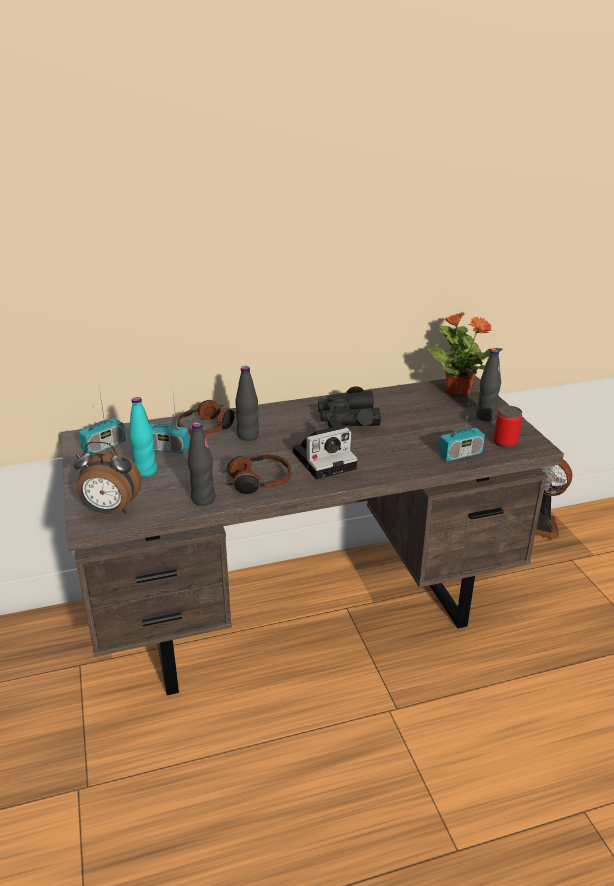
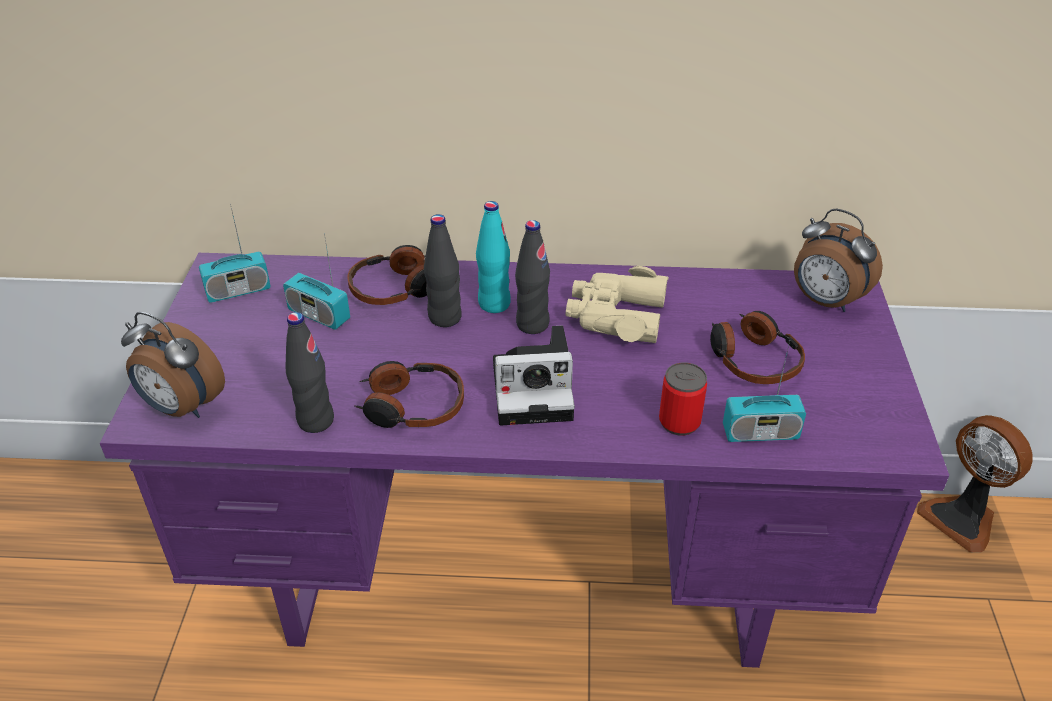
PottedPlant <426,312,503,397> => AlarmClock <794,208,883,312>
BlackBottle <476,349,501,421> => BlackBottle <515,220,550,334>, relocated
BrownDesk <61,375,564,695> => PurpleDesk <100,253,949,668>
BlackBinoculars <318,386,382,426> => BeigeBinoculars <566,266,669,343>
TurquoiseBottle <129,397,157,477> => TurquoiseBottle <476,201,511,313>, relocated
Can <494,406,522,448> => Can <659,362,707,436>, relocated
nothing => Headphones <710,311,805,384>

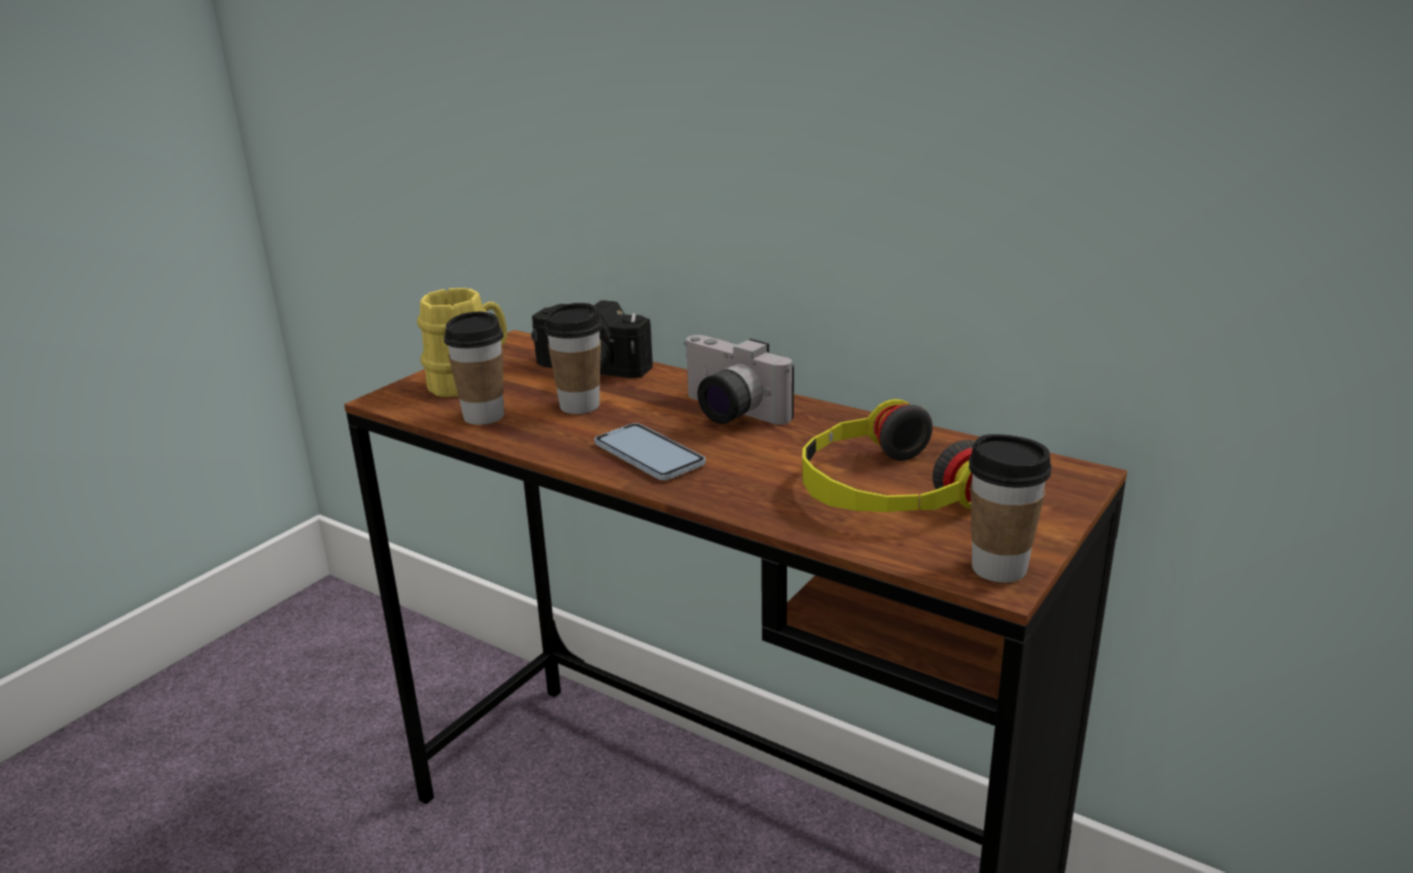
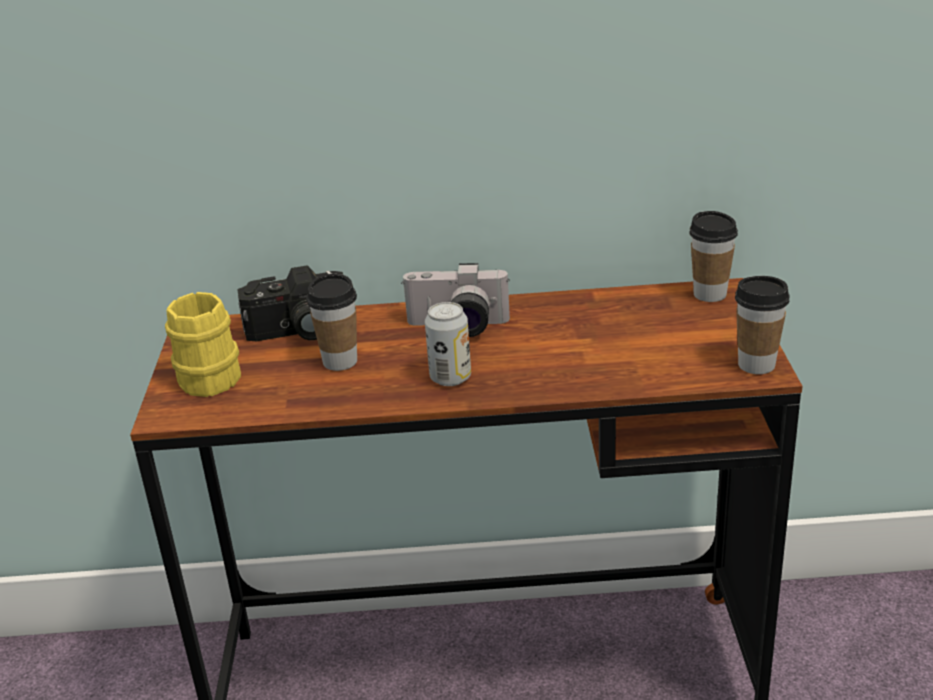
Cup <444,311,504,425> => Cup <689,211,738,302>, relocated
Headphones <802,399,975,512> => nothing
Phone <595,423,706,480> => Can <425,302,471,386>

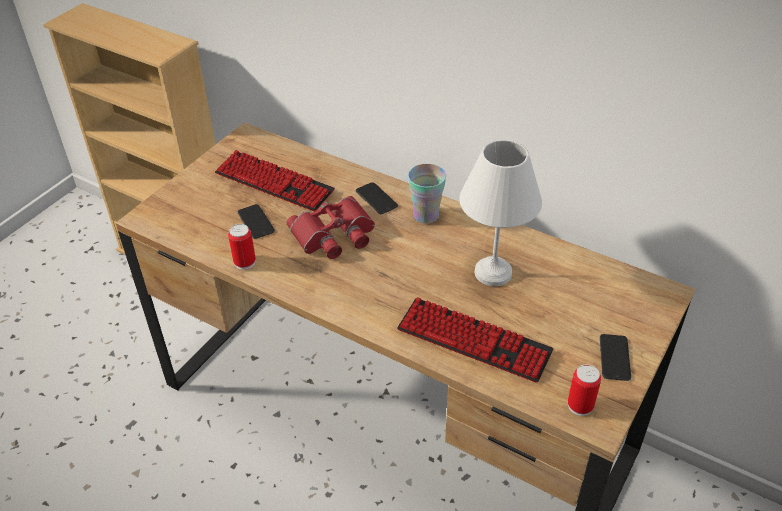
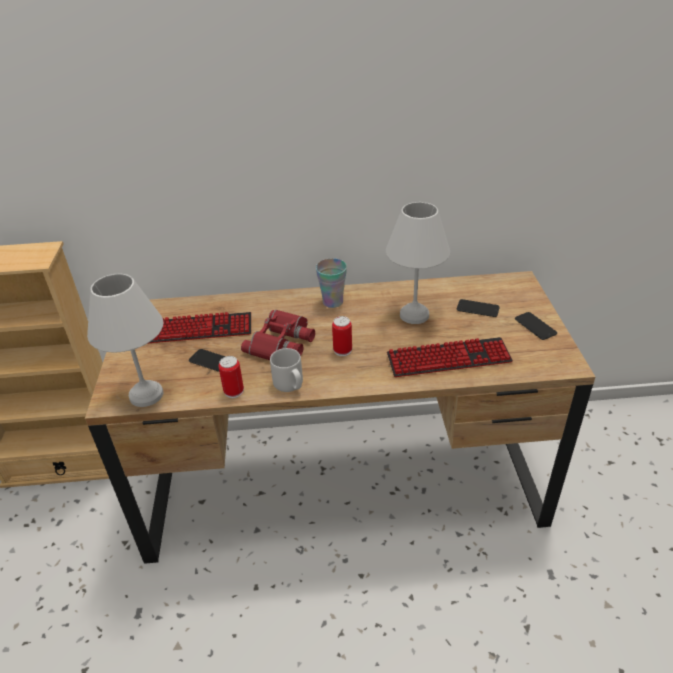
Phone <356,182,398,214> => Phone <457,299,500,317>, relocated
Can <568,364,601,416> => Can <332,316,352,356>, relocated
nothing => WhiteTableLamp <87,274,163,407>
nothing => GreyMug <270,348,303,392>

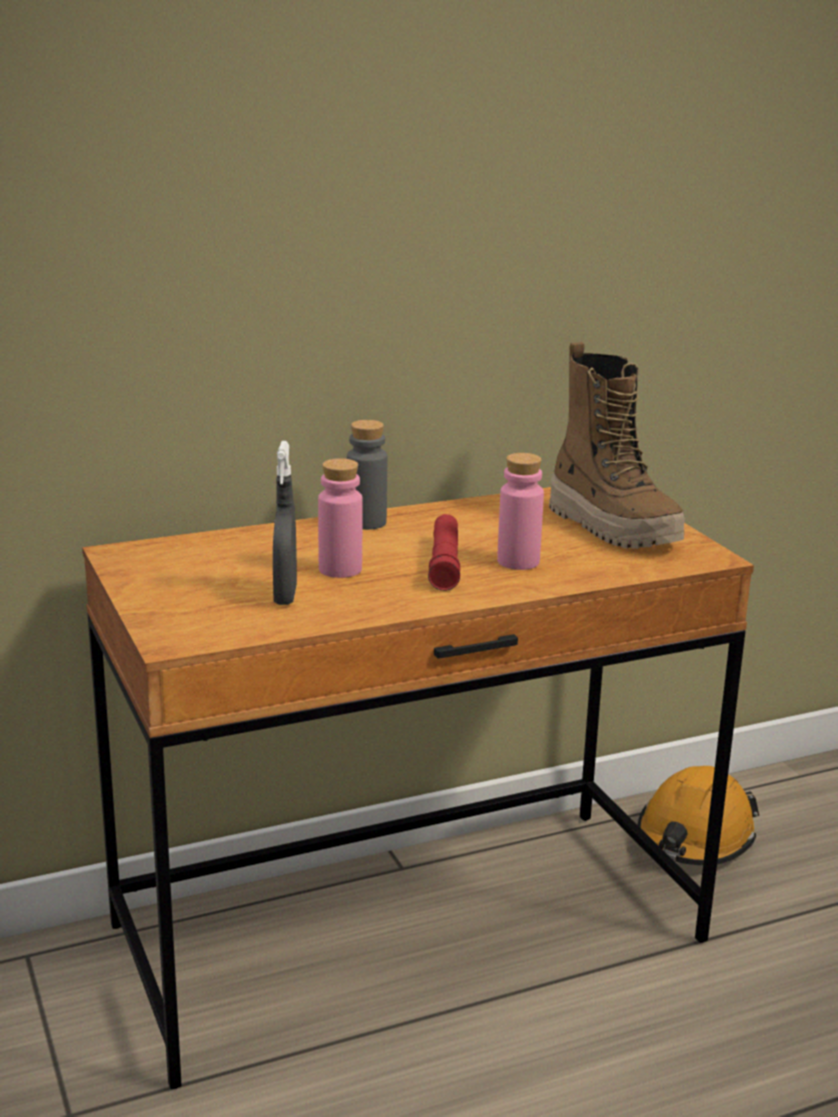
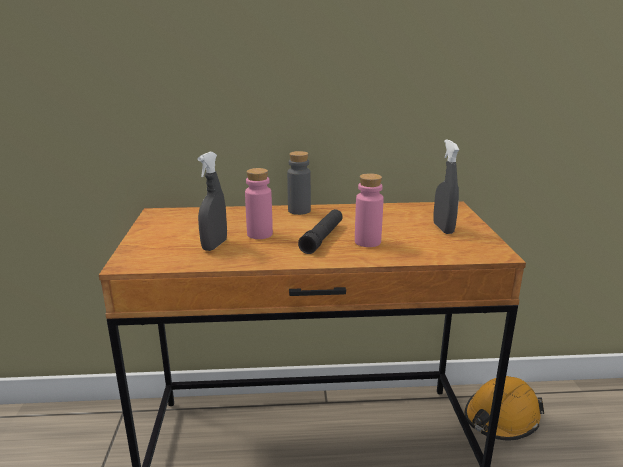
Boot <549,342,685,549> => GreySprayBottle <433,139,459,234>
RedFlashlight <428,514,460,591> => BlackFlashlight <298,209,343,254>

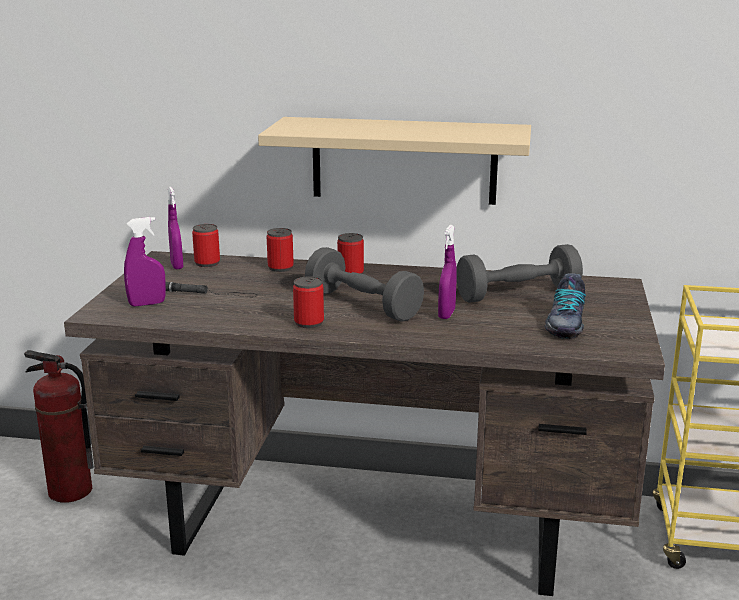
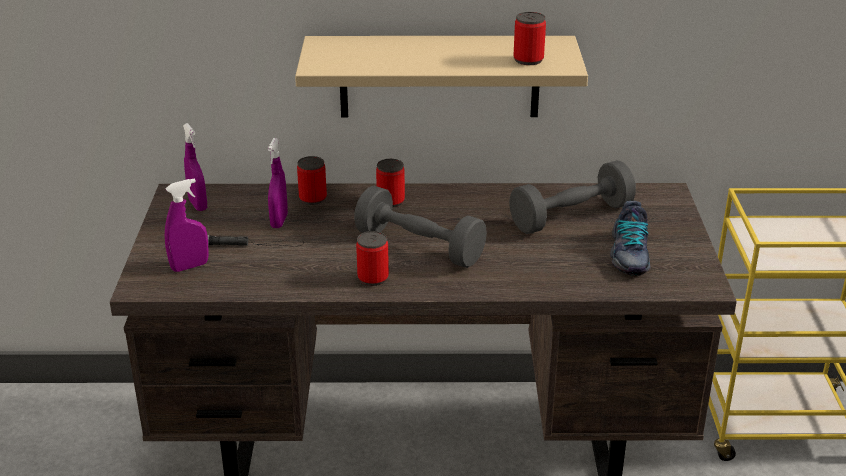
Can <192,224,220,267> => Can <513,12,546,65>, relocated
PurpleSprayBottle <438,225,457,319> => PurpleSprayBottle <268,138,288,228>, relocated
FireExtinguisher <24,350,94,503> => nothing

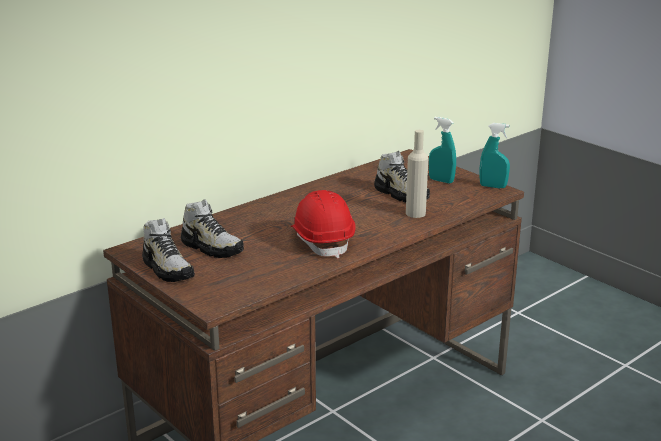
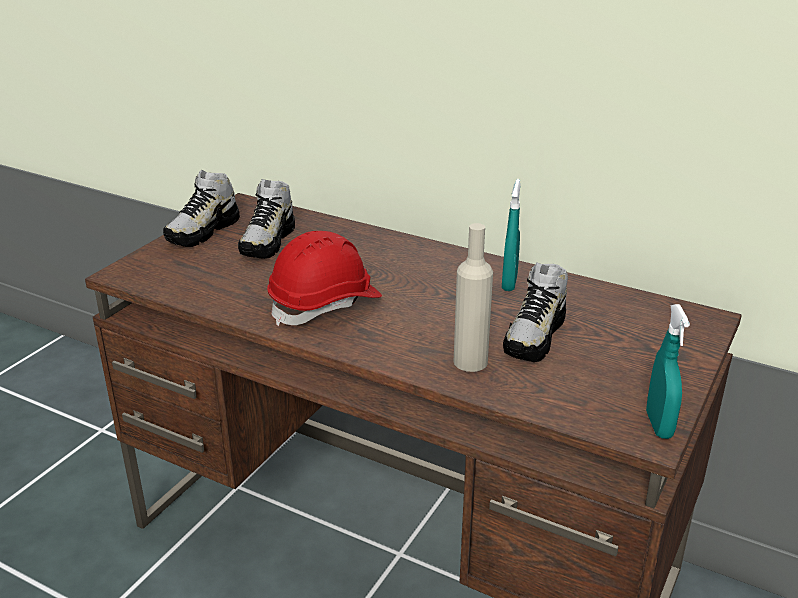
TurquoiseSprayBottle <429,117,456,184> => TurquoiseSprayBottle <502,179,521,291>, relocated

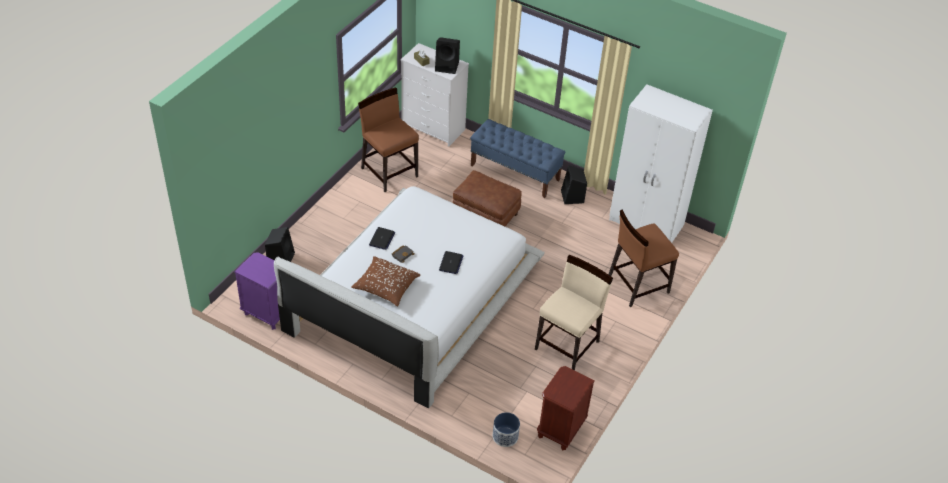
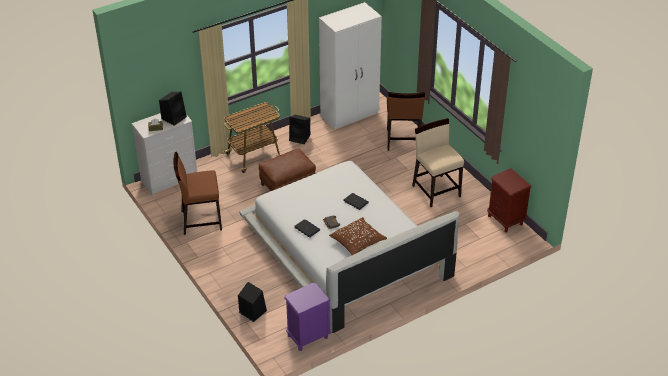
BlueBench <470,119,565,198> => Cart <224,102,280,173>
Planter <493,412,520,447> => nothing

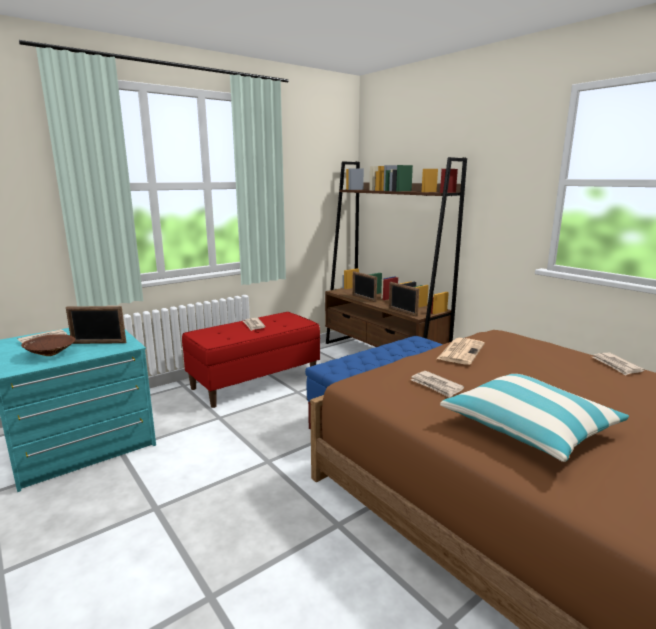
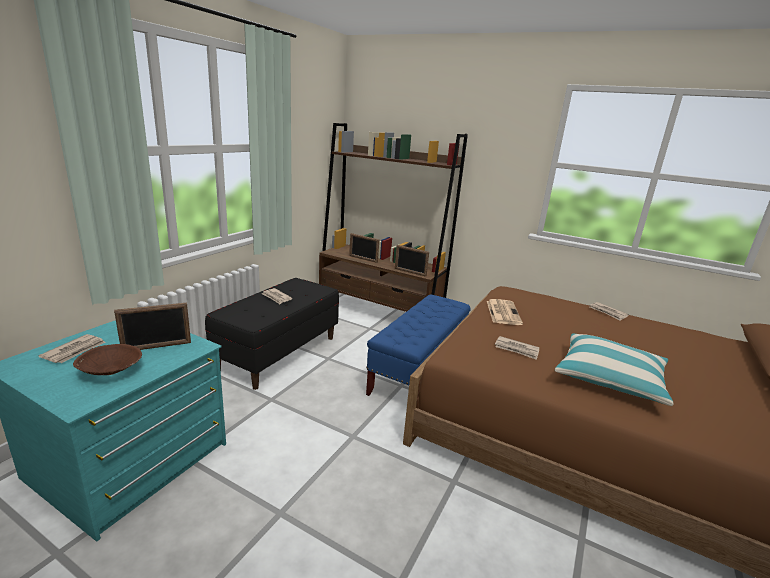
RedBench <182,312,320,408> => BlackBench <205,278,339,390>

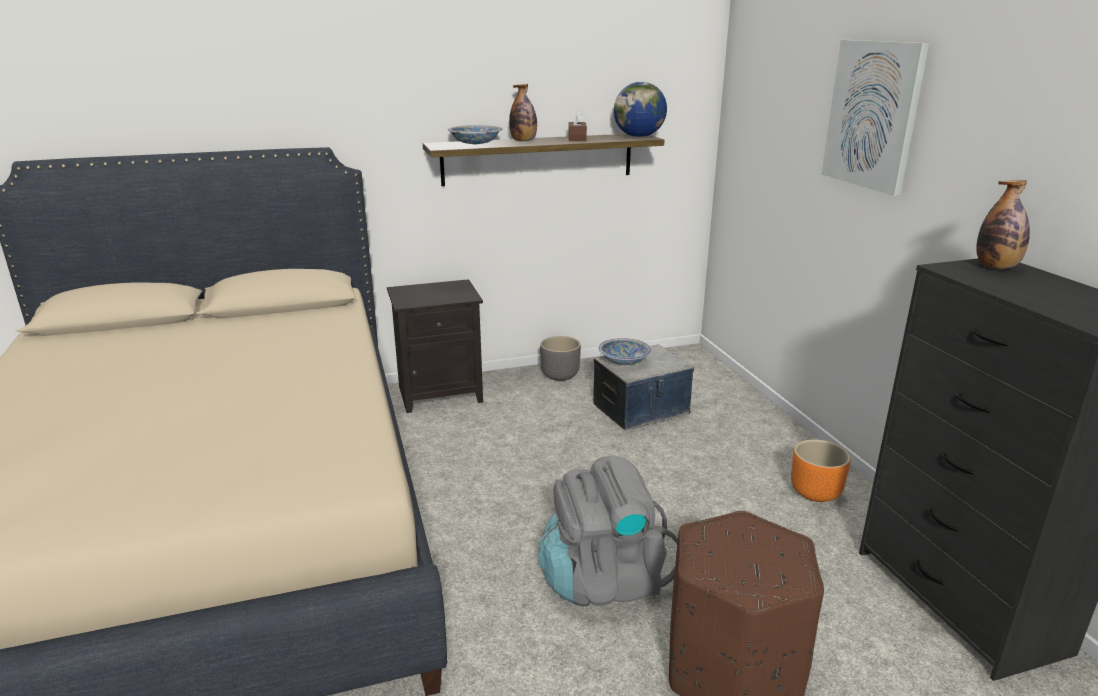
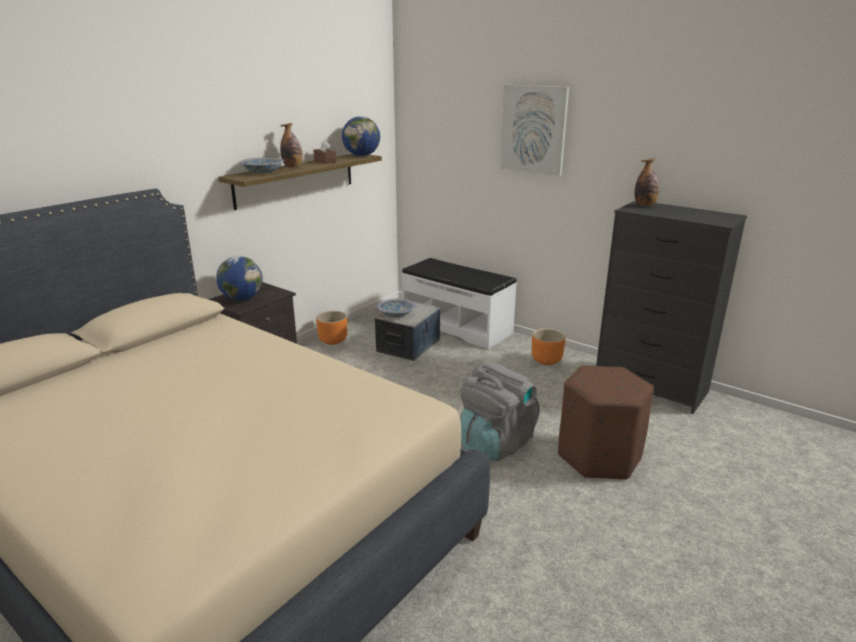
GreyPlanter <540,336,581,381> => OrangePlanter <316,311,347,345>
nothing => Globe <217,256,263,301>
nothing => WhiteBench <402,258,517,349>

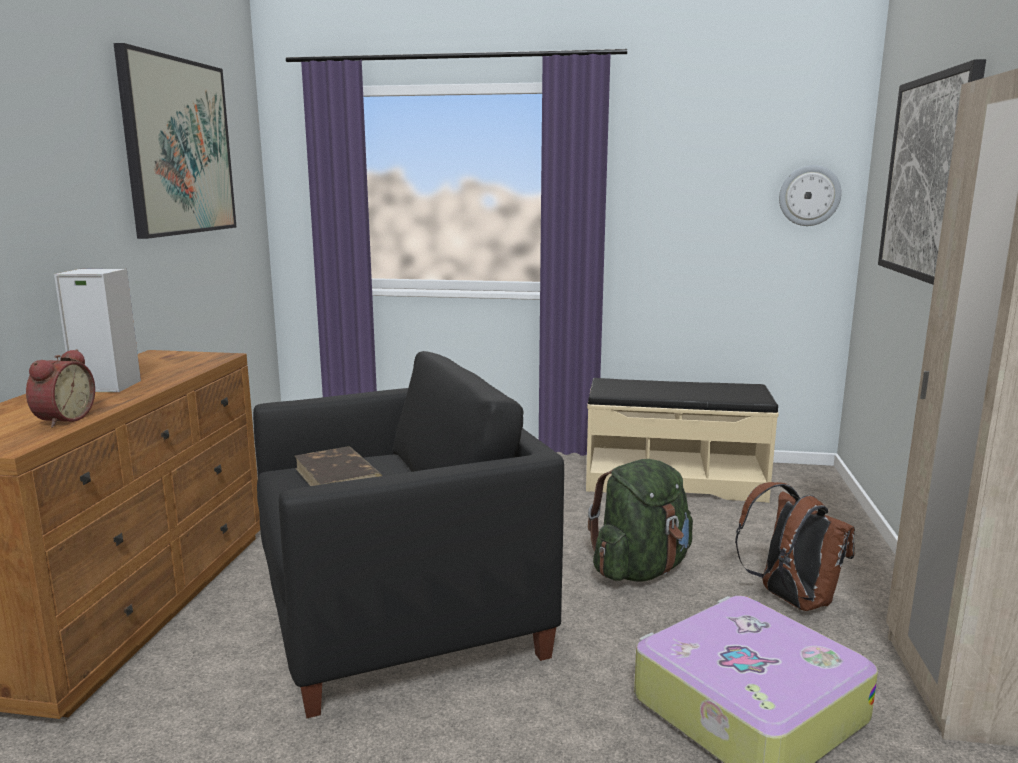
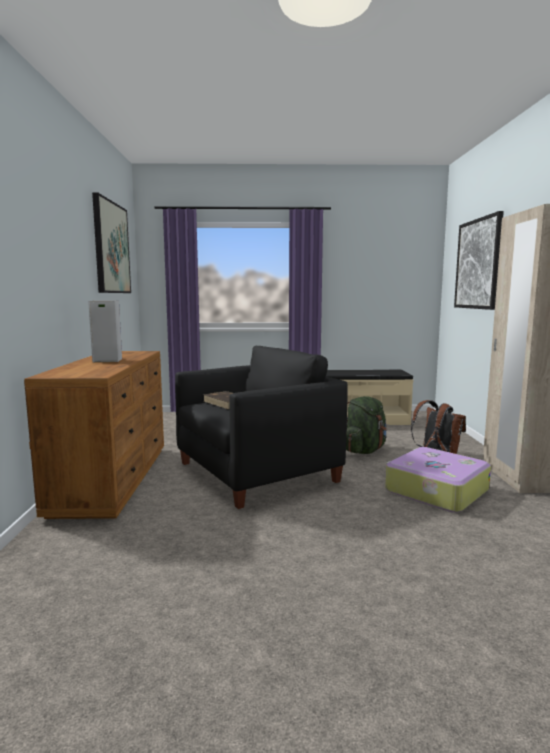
WallClock <779,165,842,226> => nothing
AlarmClock <26,349,95,428> => nothing

